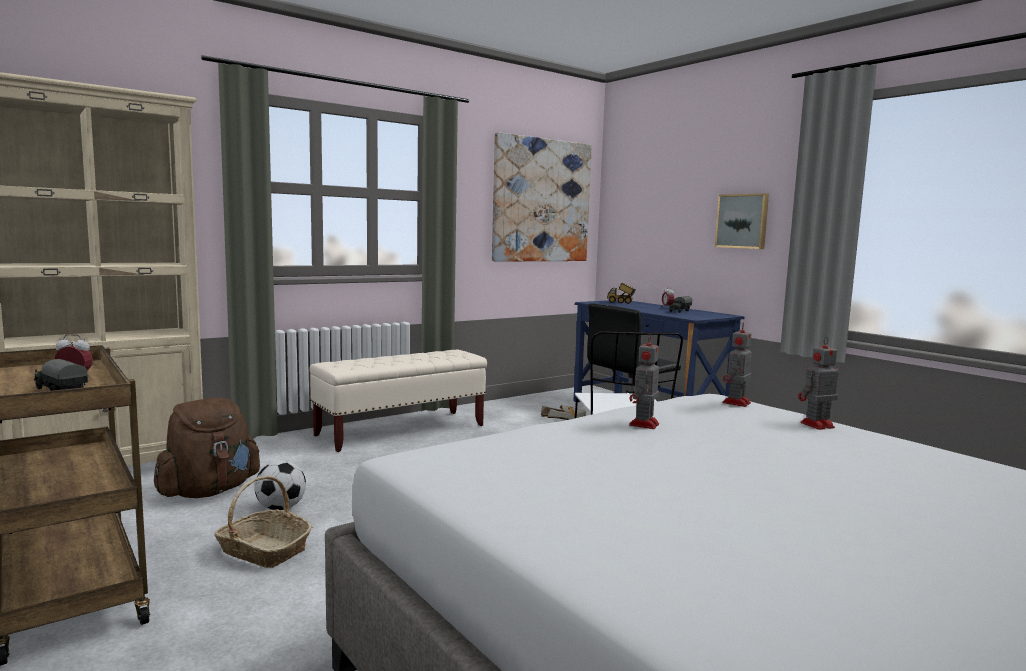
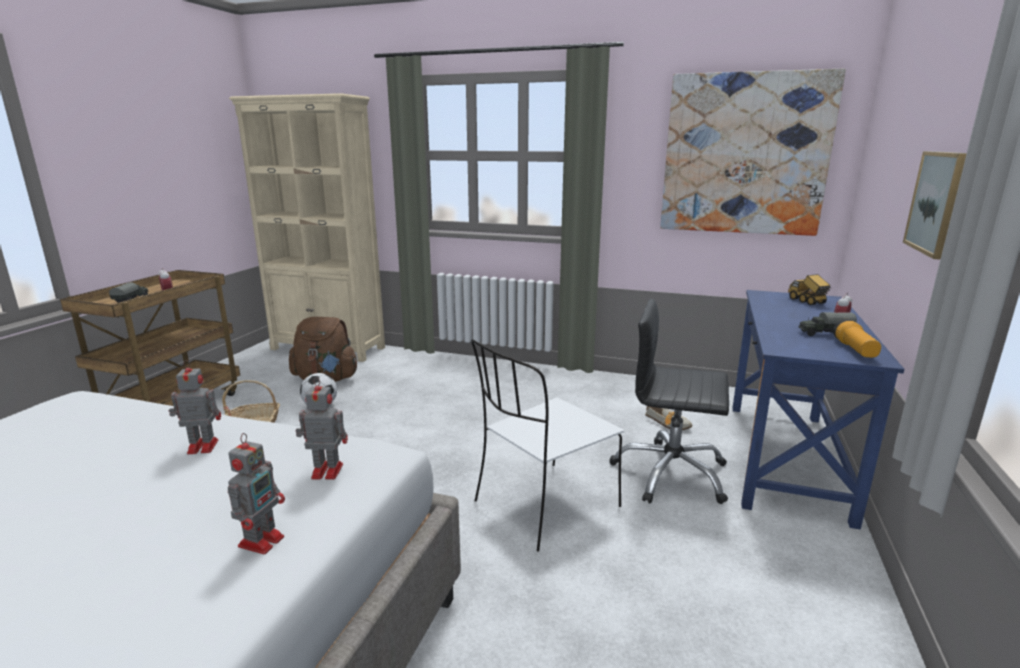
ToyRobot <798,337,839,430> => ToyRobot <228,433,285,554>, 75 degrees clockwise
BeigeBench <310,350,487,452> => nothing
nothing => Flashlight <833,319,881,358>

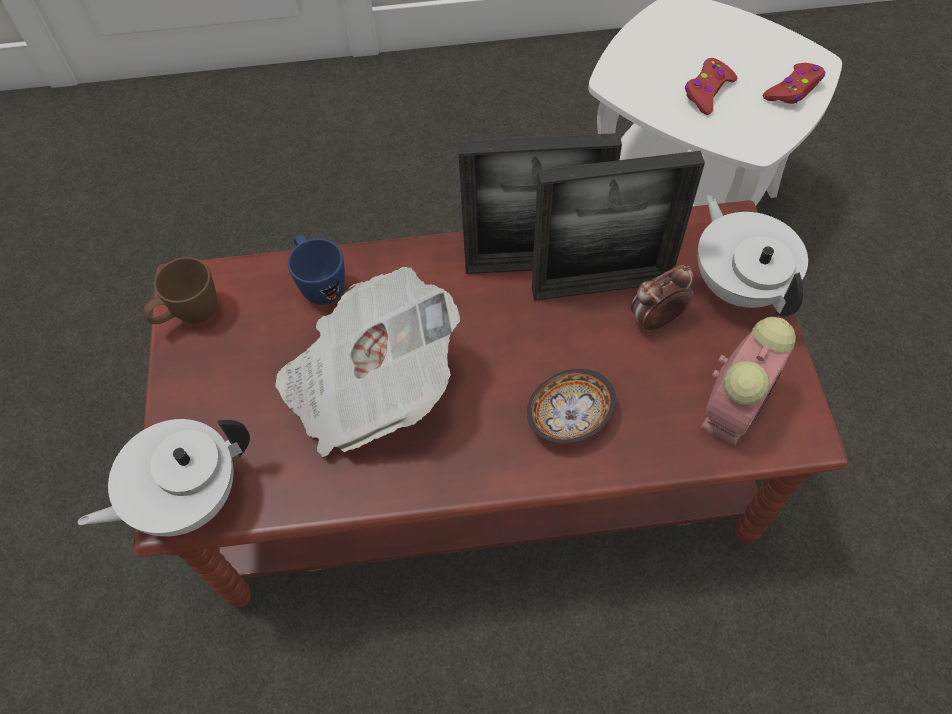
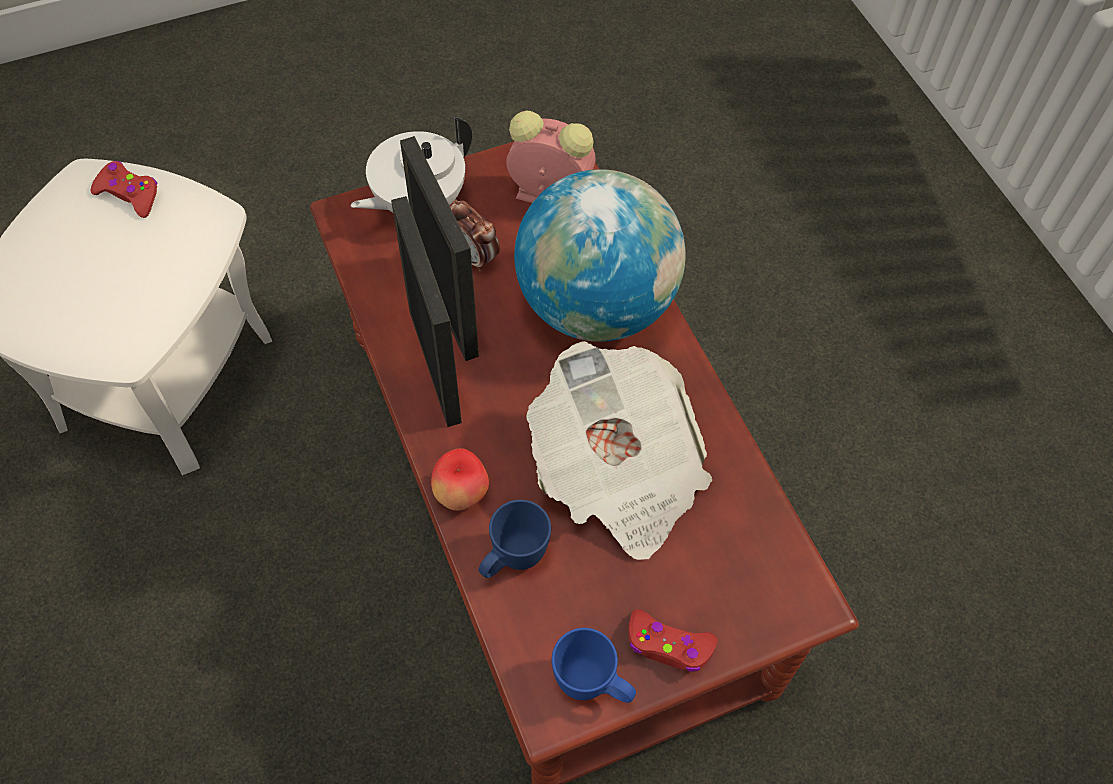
RedGameController <685,58,738,115> => RedGameController <628,609,717,672>, relocated
BrownMug <143,257,217,324> => BlueMug <552,628,636,703>
Bowl <527,369,616,443> => Globe <514,169,686,342>
WhiteTeapot <77,419,250,536> => nothing
nothing => Apple <431,448,489,511>

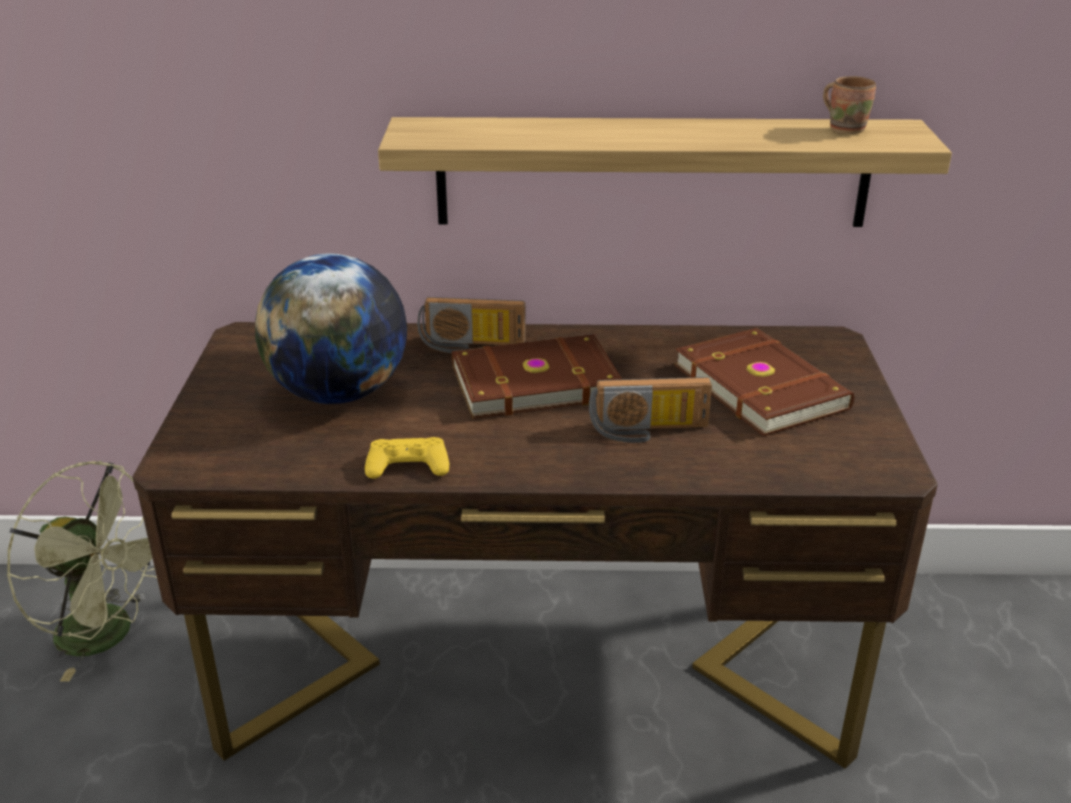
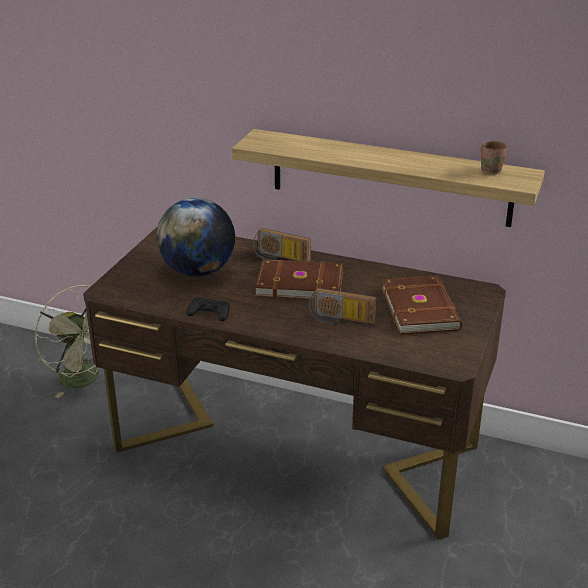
YellowGameController <365,437,449,479> => BlackGameController <186,297,230,321>

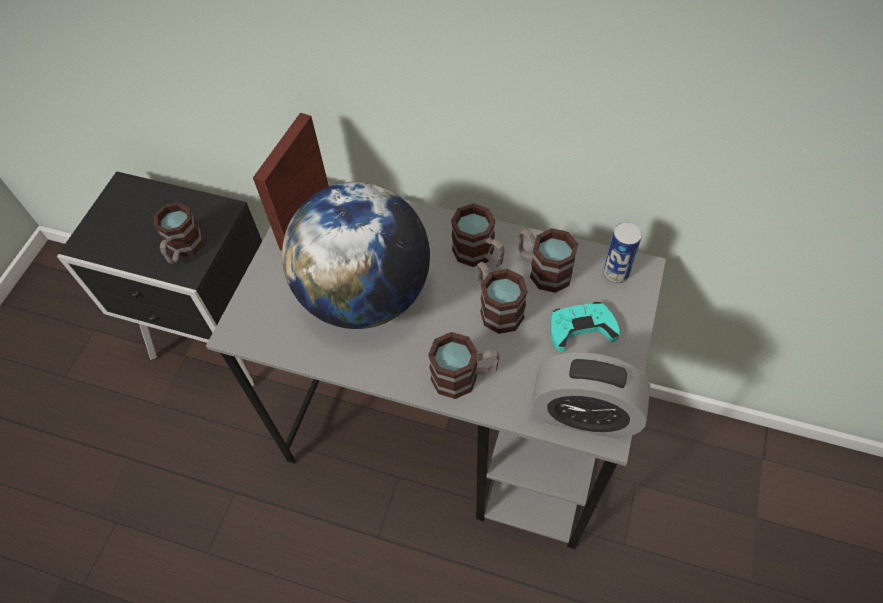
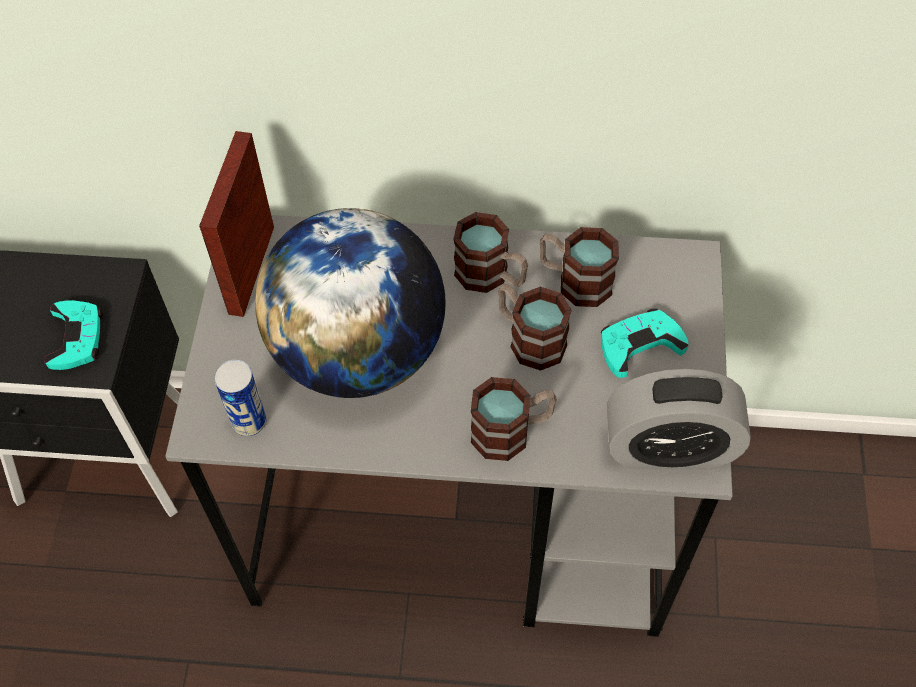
Mug <154,202,204,264> => TurquoiseGameController <44,300,103,370>
Can <603,222,642,283> => Can <214,360,266,436>, relocated

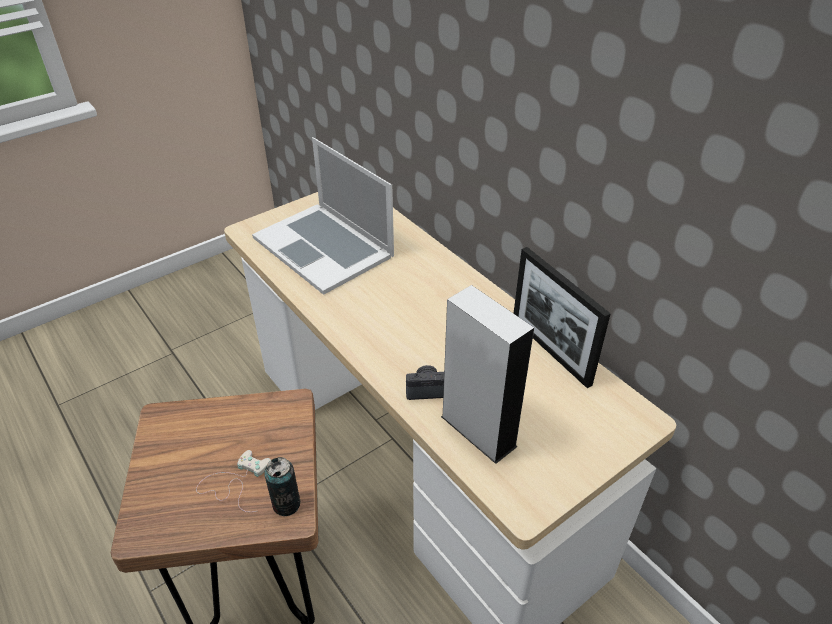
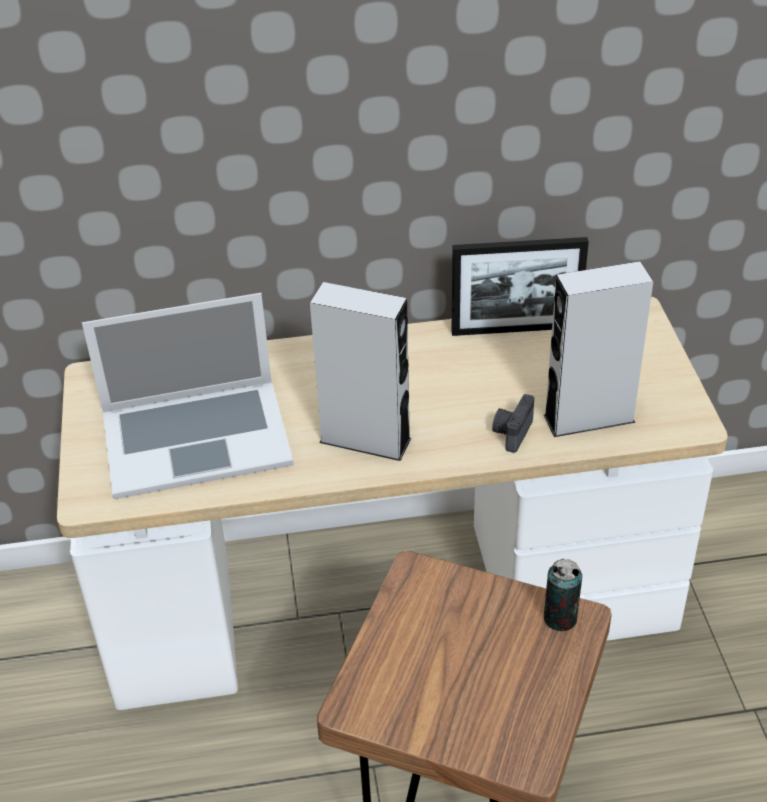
WhiteGameController <196,450,271,512> => nothing
nothing => GreySpeaker <310,282,411,461>

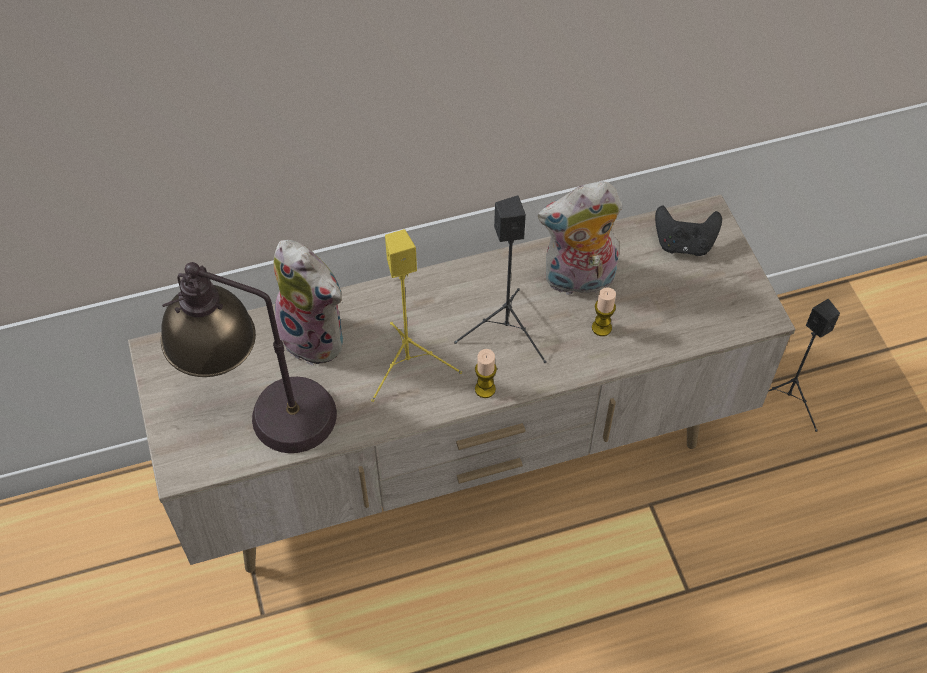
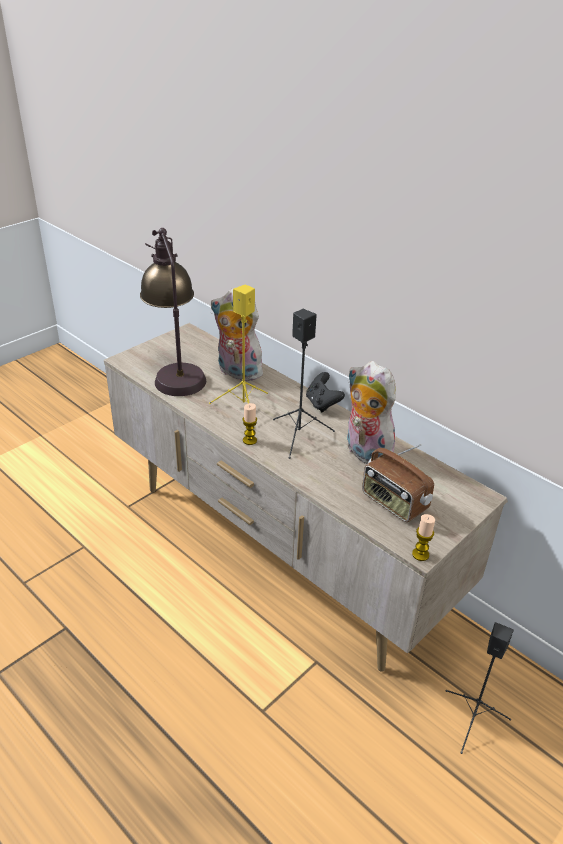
BlackGameController <655,206,722,256> => BlackGameController <306,372,345,412>, relocated
PlushToy <274,240,343,366> => PlushToy <211,289,263,381>, 105 degrees clockwise
Candle <592,288,616,336> => Candle <412,514,435,561>, relocated
nothing => Radio <362,444,434,522>

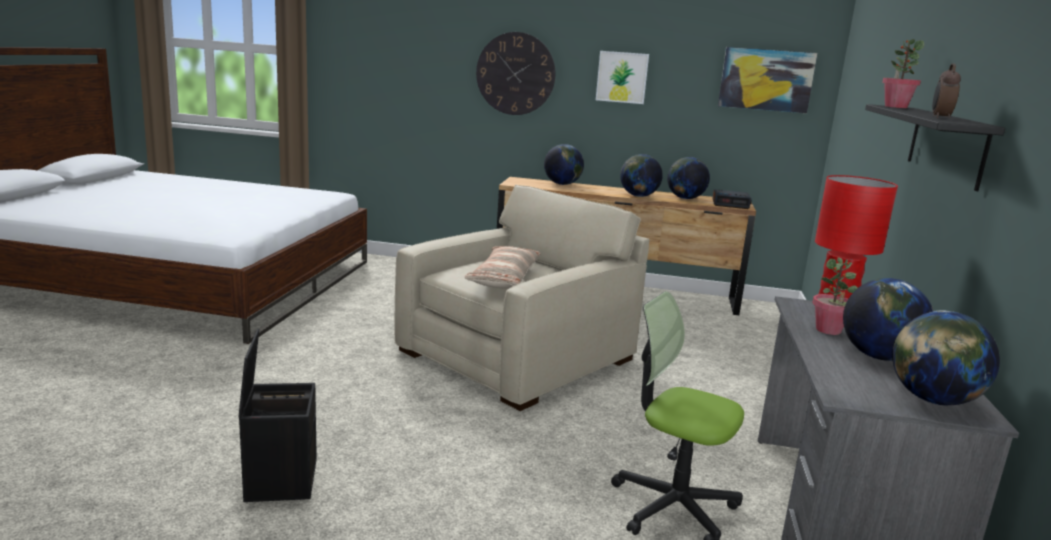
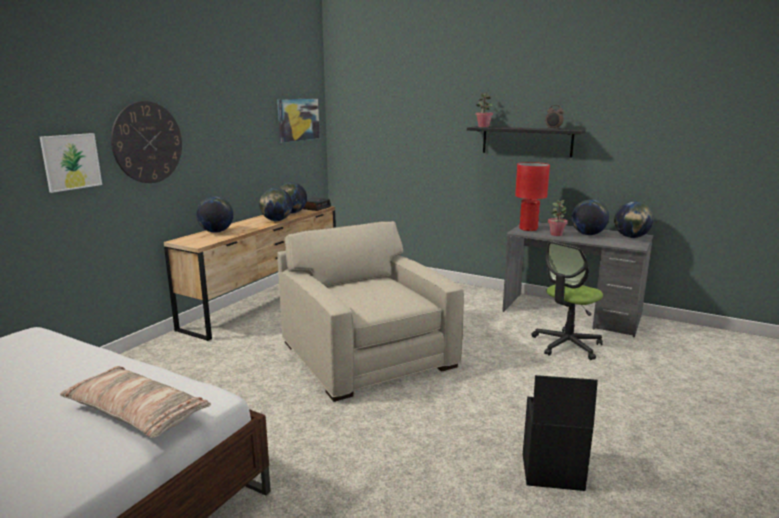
Picture <596,51,649,104> => Picture <40,133,102,193>, relocated
Pillow <465,246,541,289> => Pillow <60,366,211,438>, relocated

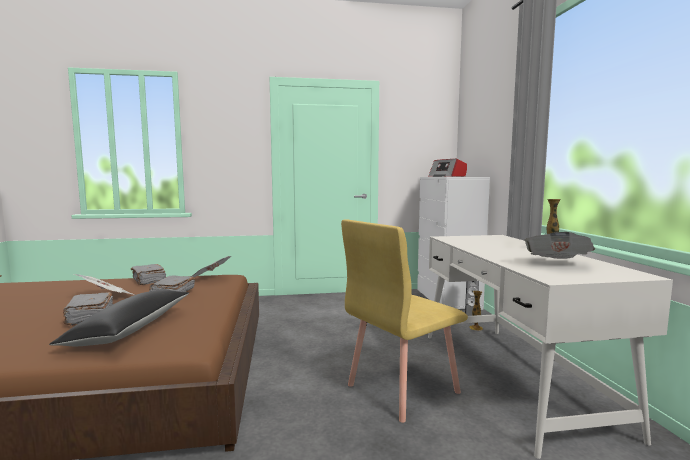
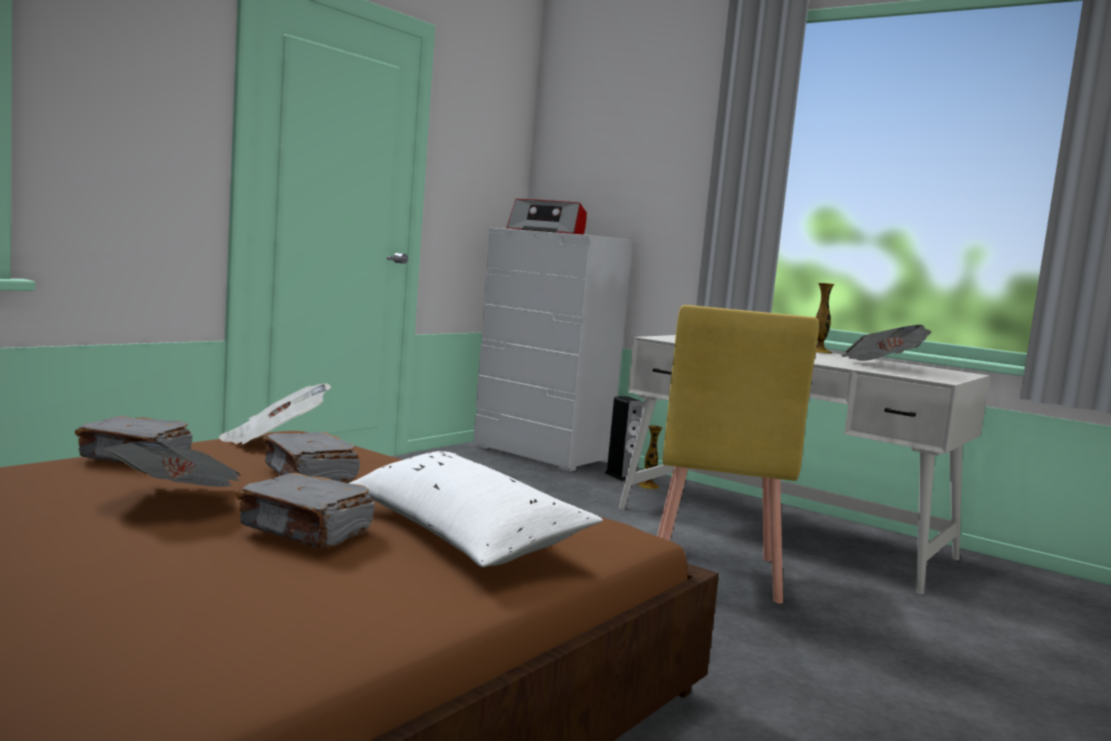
BlackPillow <49,290,189,346> => WhitePillow <348,451,603,567>

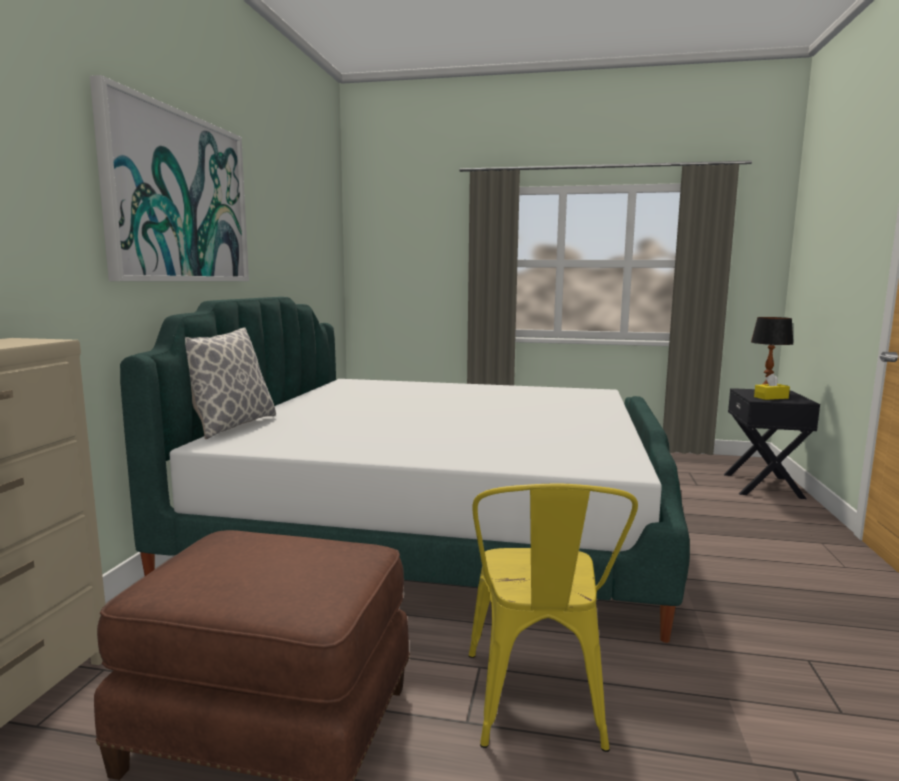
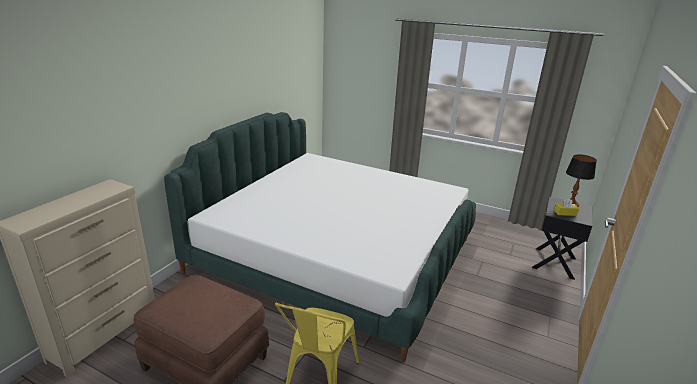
Picture <90,75,249,281> => nothing
Pillow <173,327,276,439> => nothing

